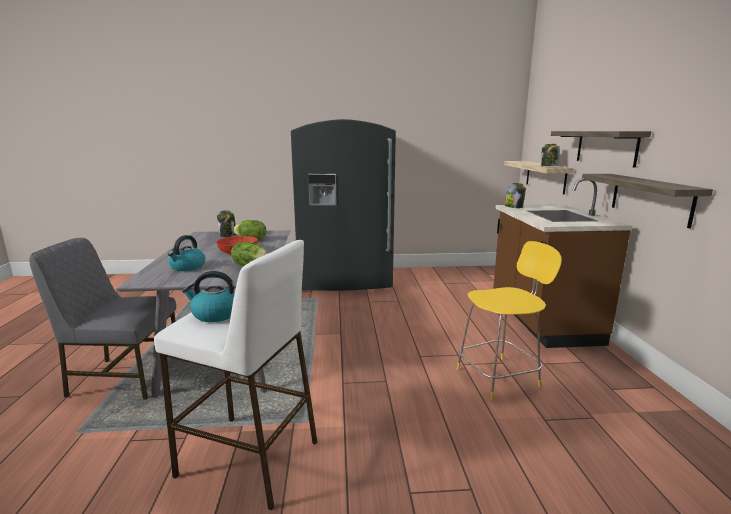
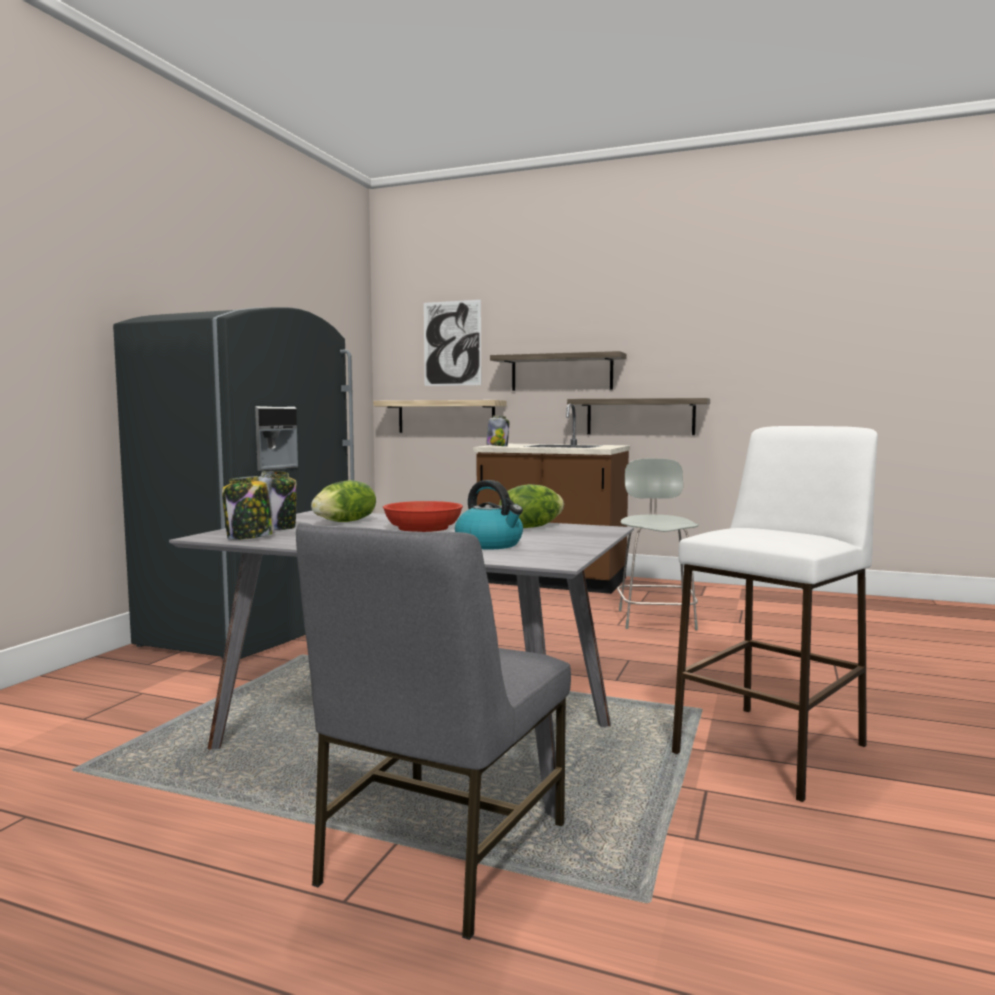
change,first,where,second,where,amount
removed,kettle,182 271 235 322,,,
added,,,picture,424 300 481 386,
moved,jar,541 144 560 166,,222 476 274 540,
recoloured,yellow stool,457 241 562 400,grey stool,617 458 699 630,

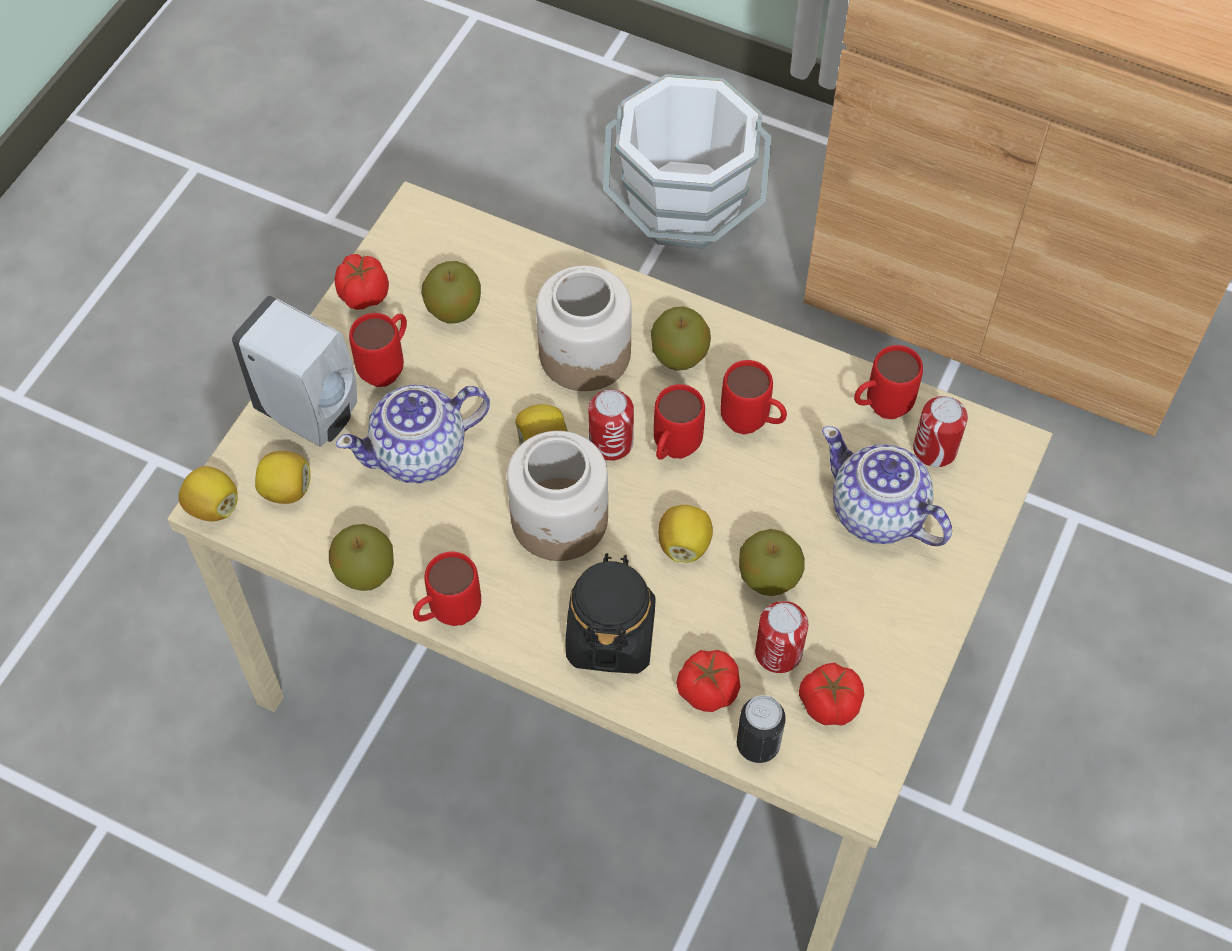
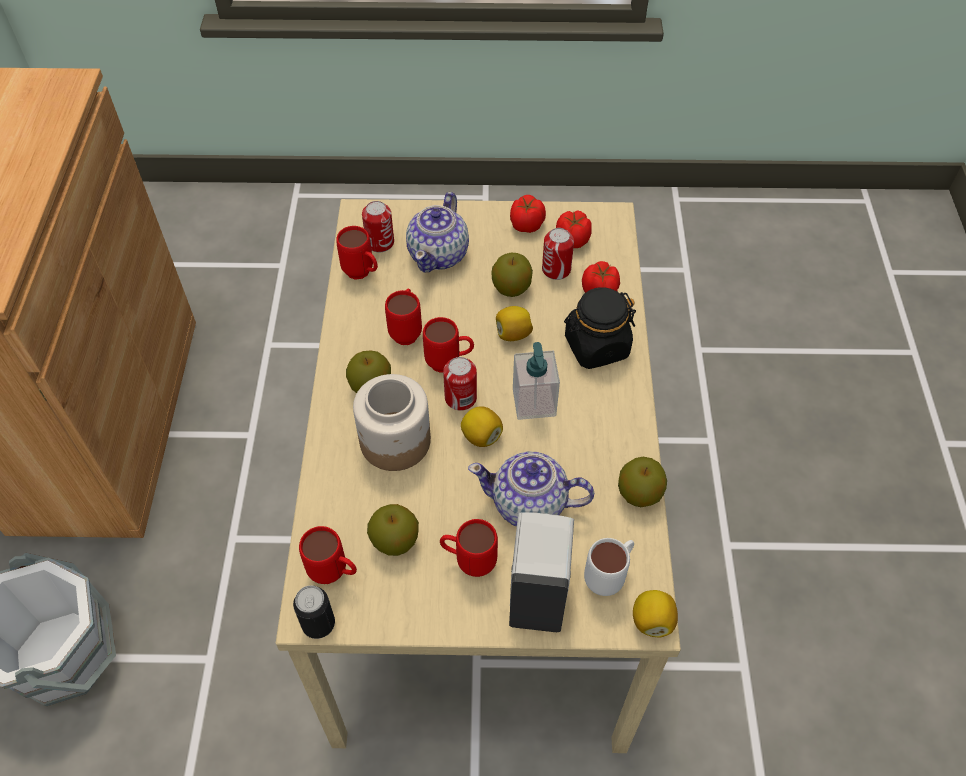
change,first,where,second,where,amount
moved,tomato,335 254 389 310,,510 195 546 233,
moved,red mug,413 552 481 626,,299 526 357 584,
moved,can,737 695 786 763,,293 585 335 639,
replaced,lemon,255 451 310 504,white mug,584 538 634 596,
replaced,jar,507 431 608 561,soap dispenser,513 342 560 420,
turned,teapot,336 384 490 483,,468 451 594 527,150 degrees clockwise

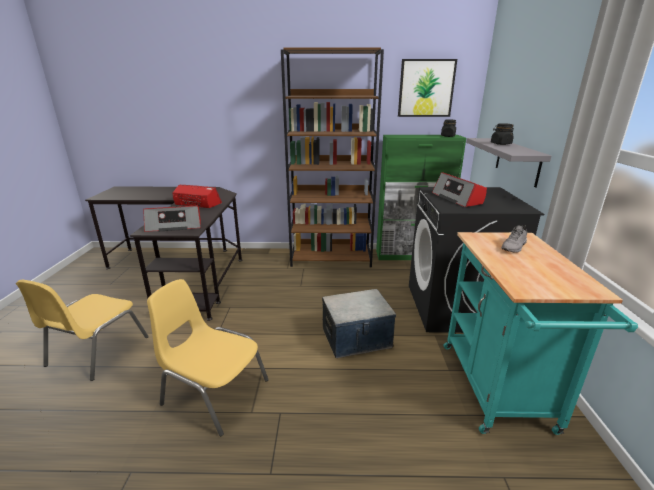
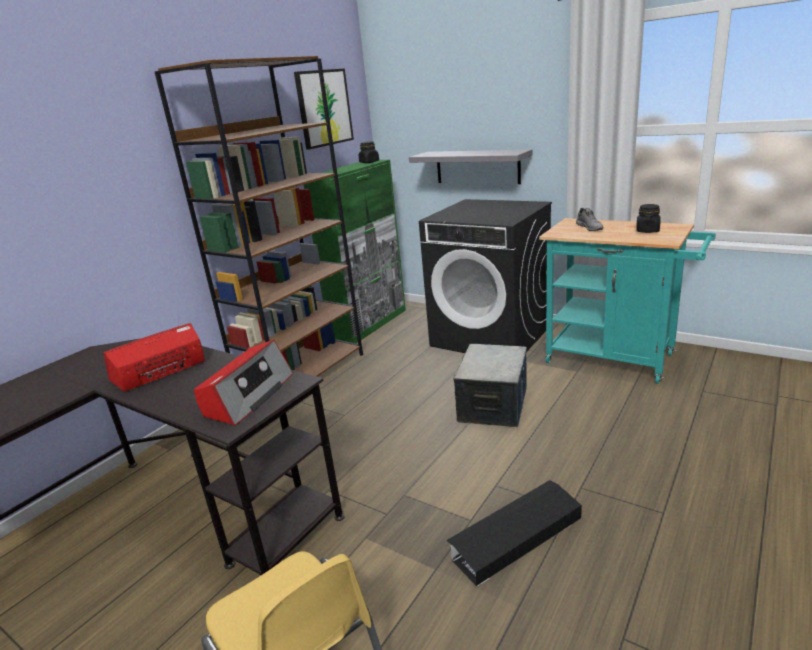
change,first,where,second,where,amount
removed,radio,432 172 487 207,,,
moved,black jar,491 123 514 145,,636 204 661 233,
replaced,yellow chair,147 279 269 436,black storage box,446 480 582 586,

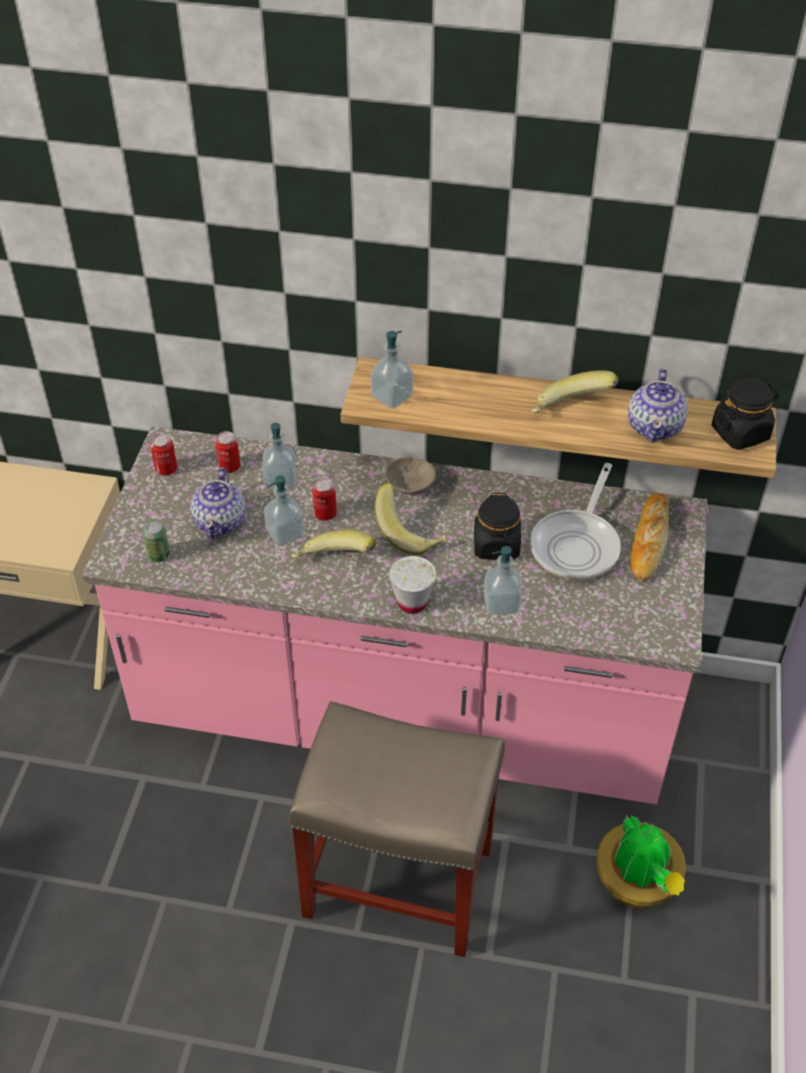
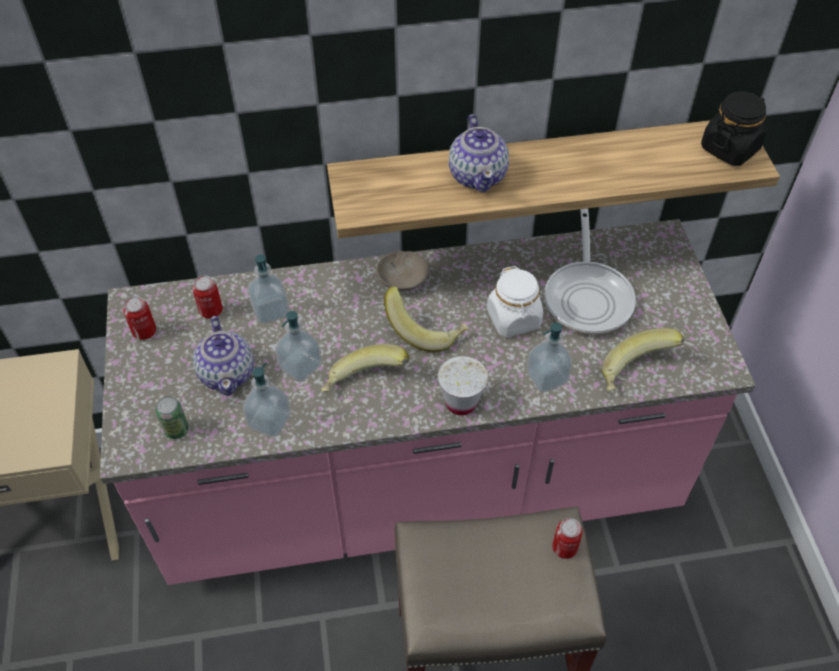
change,first,where,second,where,amount
removed,potted plant,596 815 686 908,,,
removed,bread,630 493 669 581,,,
moved,can,312 478 337 521,,552 518 583 559,
moved,soap dispenser,371 331 413 409,,243 363 291 437,
moved,banana,532 370 619 413,,601 328 684 391,
moved,teapot,628 368 688 442,,449 114 509 192,
recoloured,black jar,474 493 521 560,white jar,487 266 543 337,

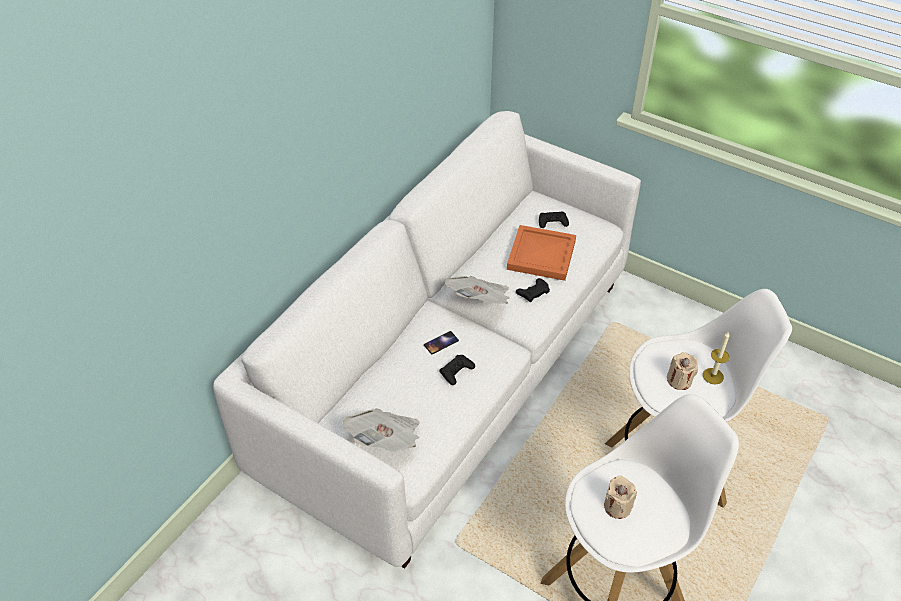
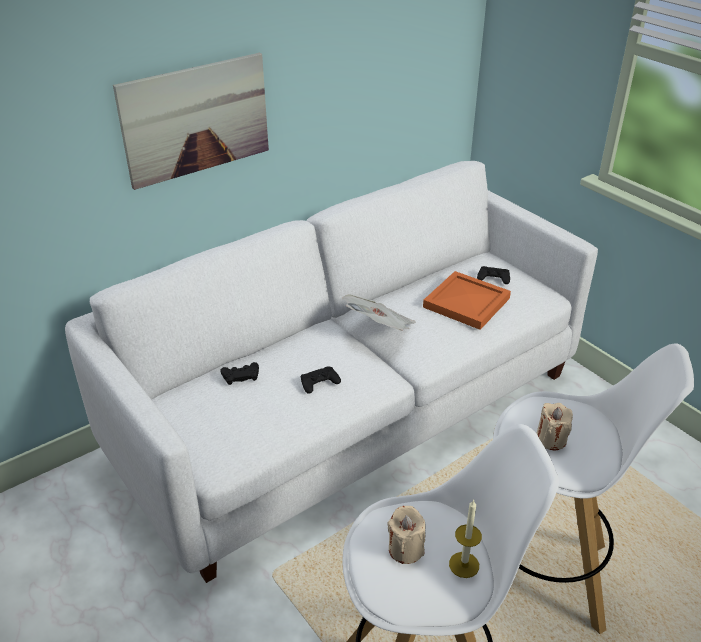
change,first,where,second,where,amount
removed,newspaper,343 408 419 452,,,
removed,phone,424 331 459 354,,,
added,,,picture,113 53 269 190,
moved,black game controller,516 278 550 302,,220 362 259 385,
moved,candle,703 332 729 385,,449 500 482 578,

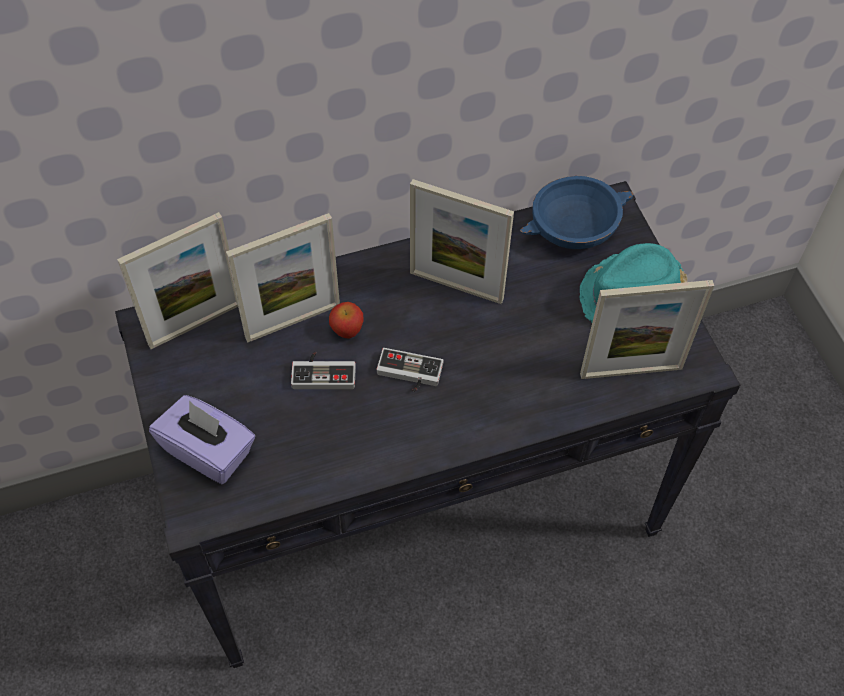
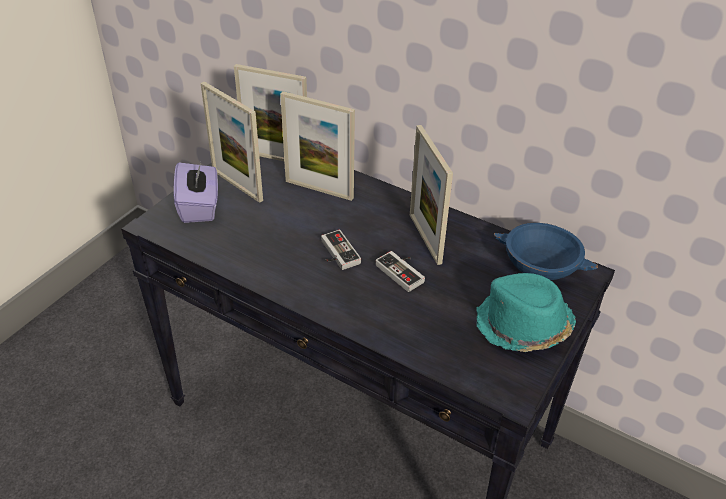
change,first,where,second,where,amount
removed,apple,329 302 363 338,,,
moved,game controller,291 352 356 389,,376 251 425 292,
moved,picture frame,580 280 714 379,,201 81 263 203,

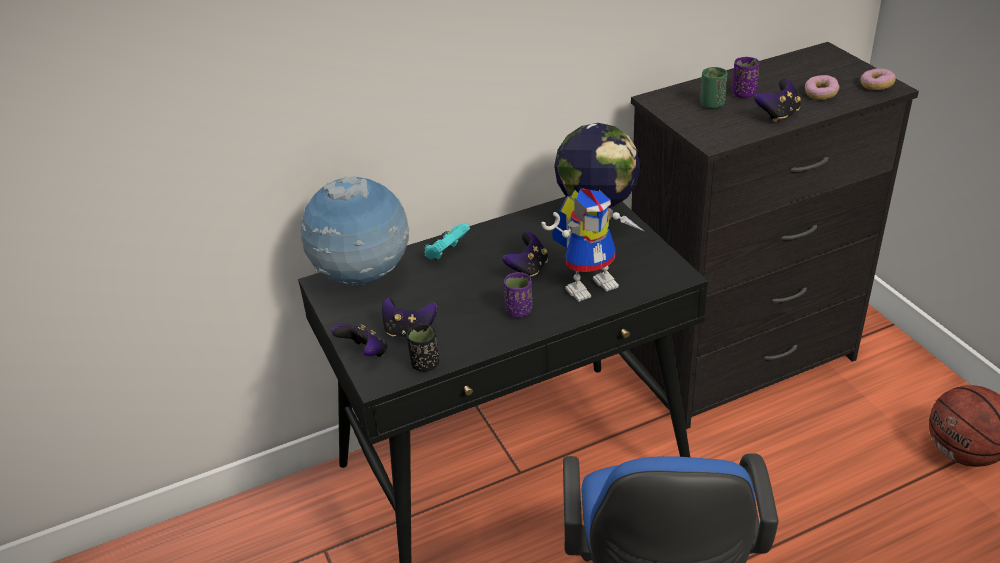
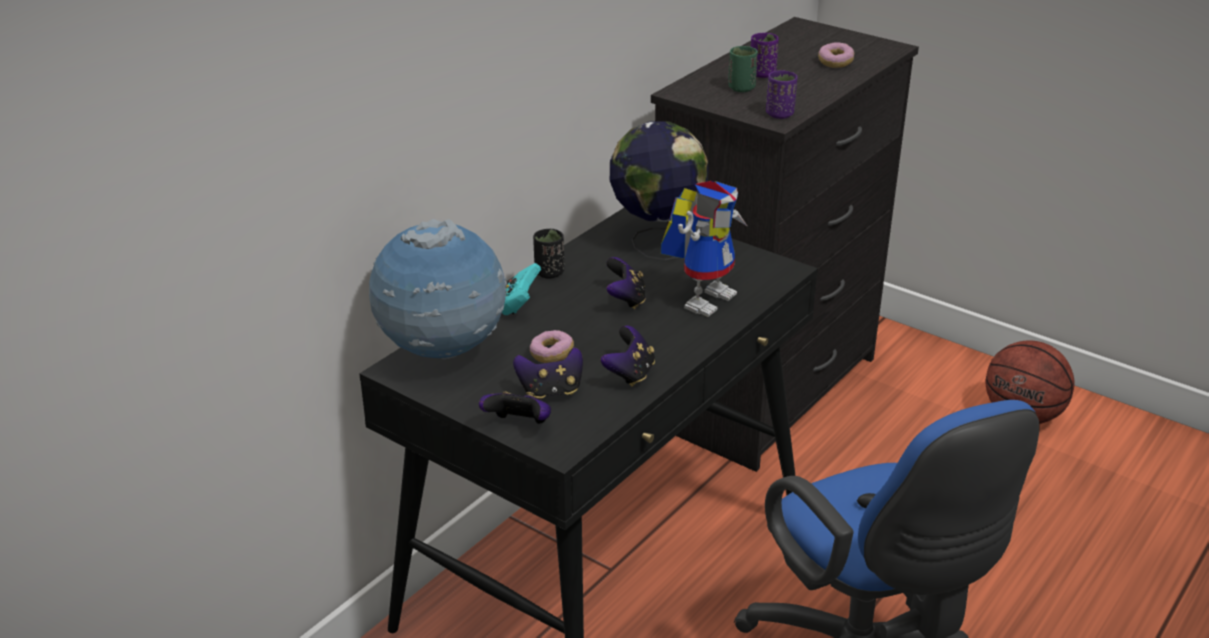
change,first,where,second,where,amount
moved,black cup,407 324 439 372,,533 229 564 278,
moved,purple cup,504 272 532 318,,766 70 797 119,
moved,game controller,754 79 801 122,,601 326 655 387,
moved,donut,860 69 896 90,,530 330 574 363,

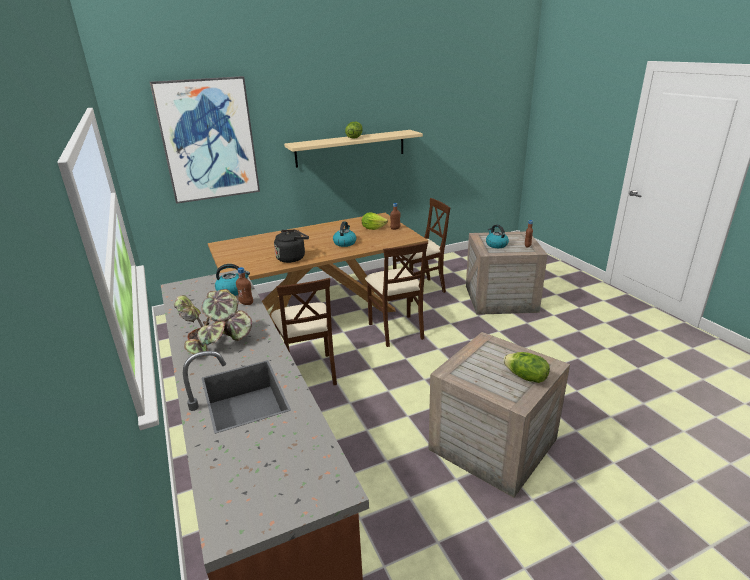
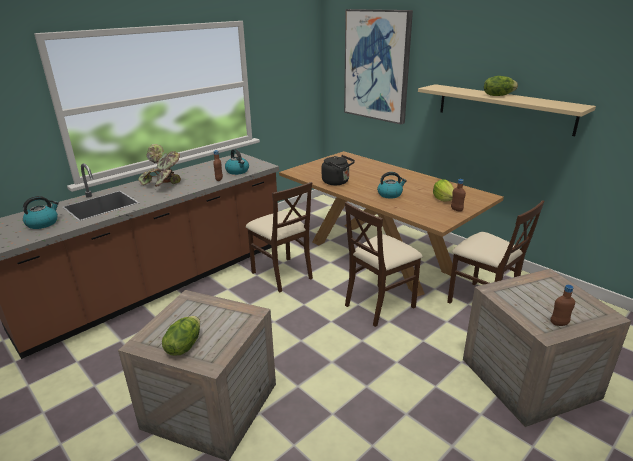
change,first,where,second,where,amount
moved,kettle,486 224 509 248,,23 196 59 229,
turned,beige chair,271 278 337 385,,246 182 313 292,90 degrees counterclockwise

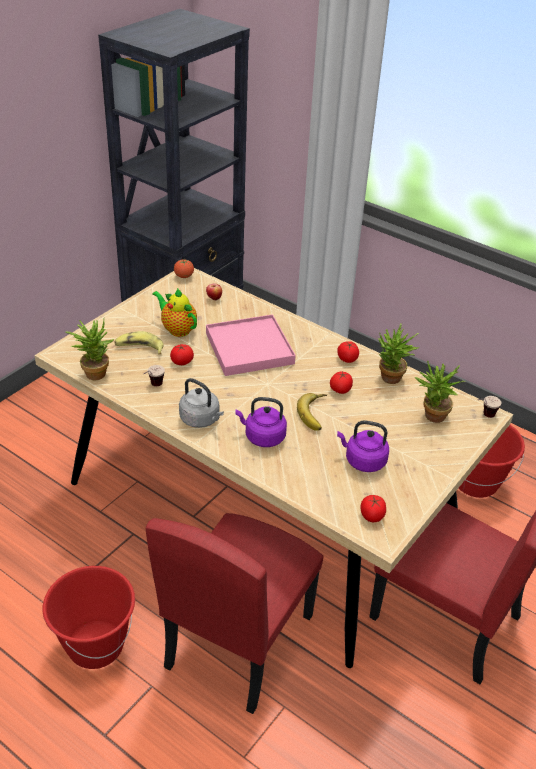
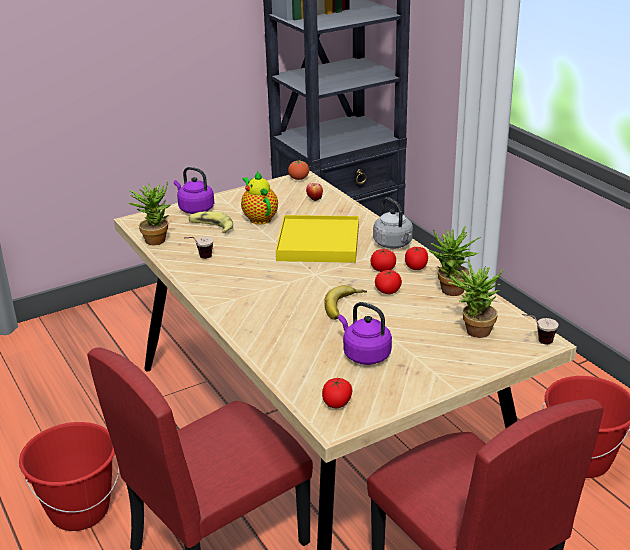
change,first,where,second,where,amount
moved,tomato,170 344 194 365,,371 249 396 272,
moved,grey kettle,179 378 224 428,,373 197 413 249,
moved,purple kettle,235 397 287 447,,174 167 214 214,
recoloured,pink tray,206 314 296 376,yellow tray,276 215 359 263,

